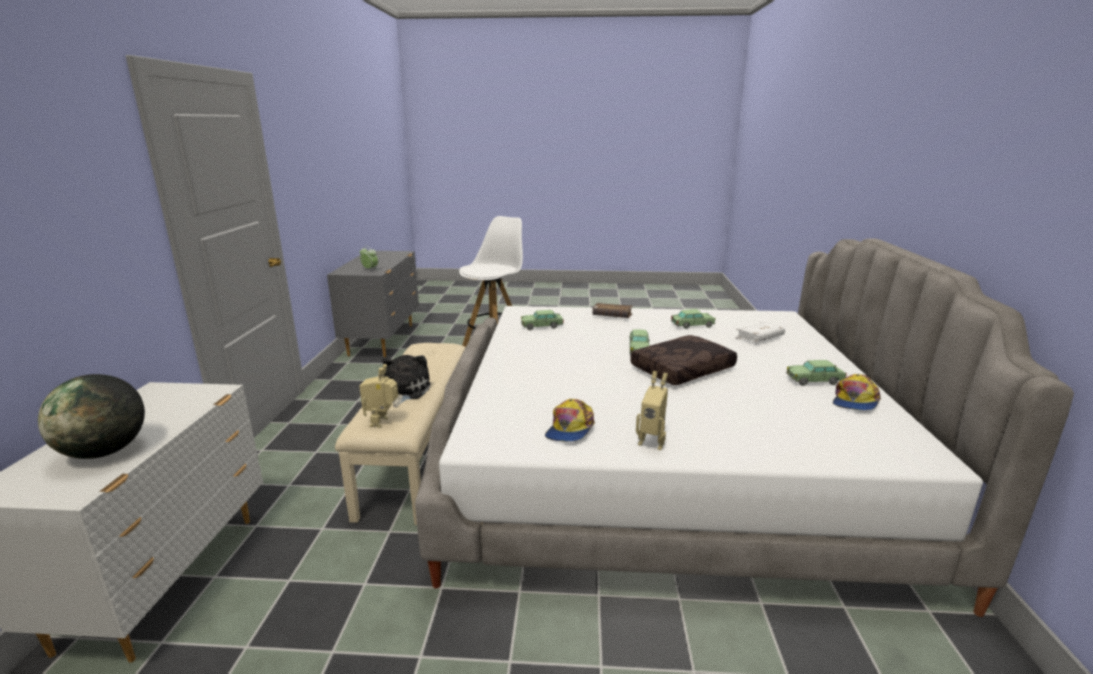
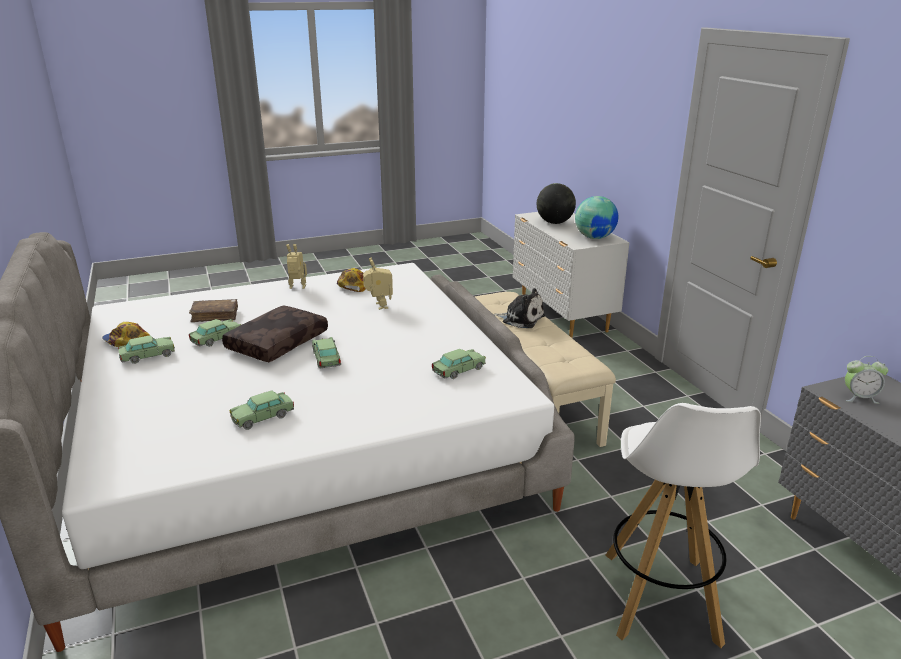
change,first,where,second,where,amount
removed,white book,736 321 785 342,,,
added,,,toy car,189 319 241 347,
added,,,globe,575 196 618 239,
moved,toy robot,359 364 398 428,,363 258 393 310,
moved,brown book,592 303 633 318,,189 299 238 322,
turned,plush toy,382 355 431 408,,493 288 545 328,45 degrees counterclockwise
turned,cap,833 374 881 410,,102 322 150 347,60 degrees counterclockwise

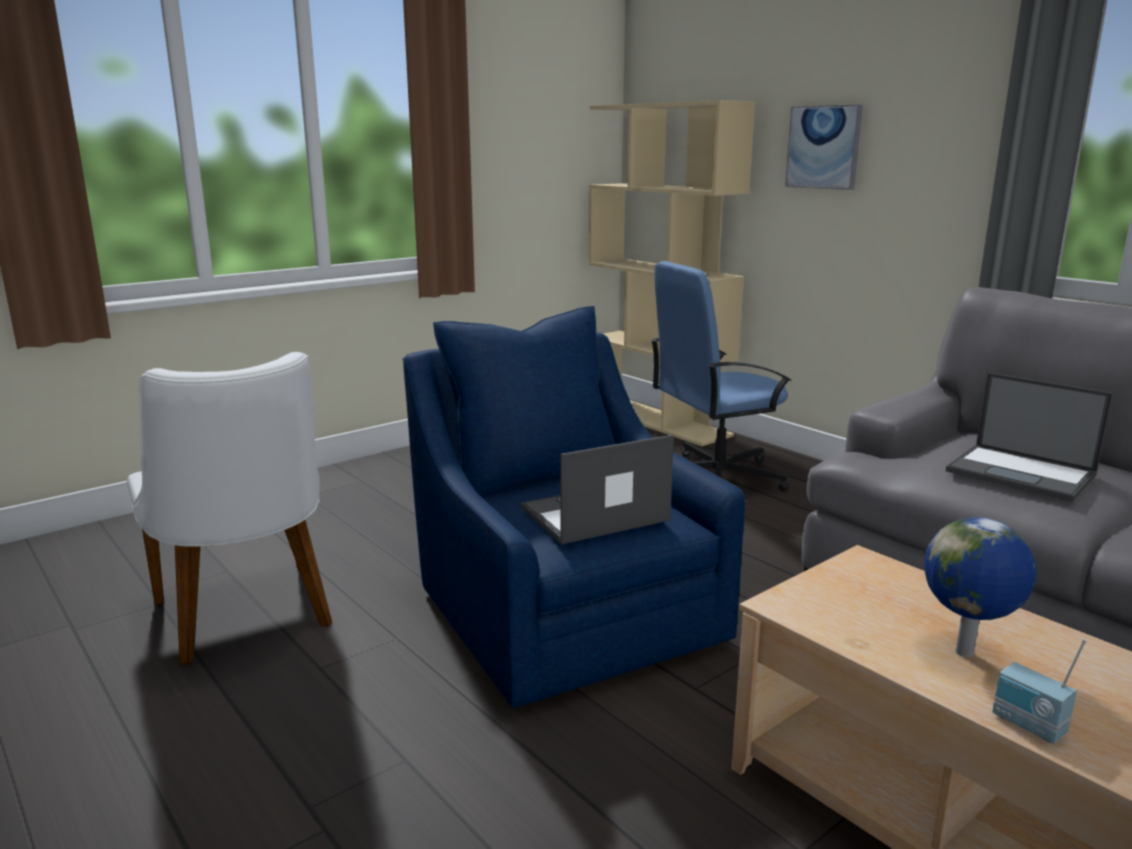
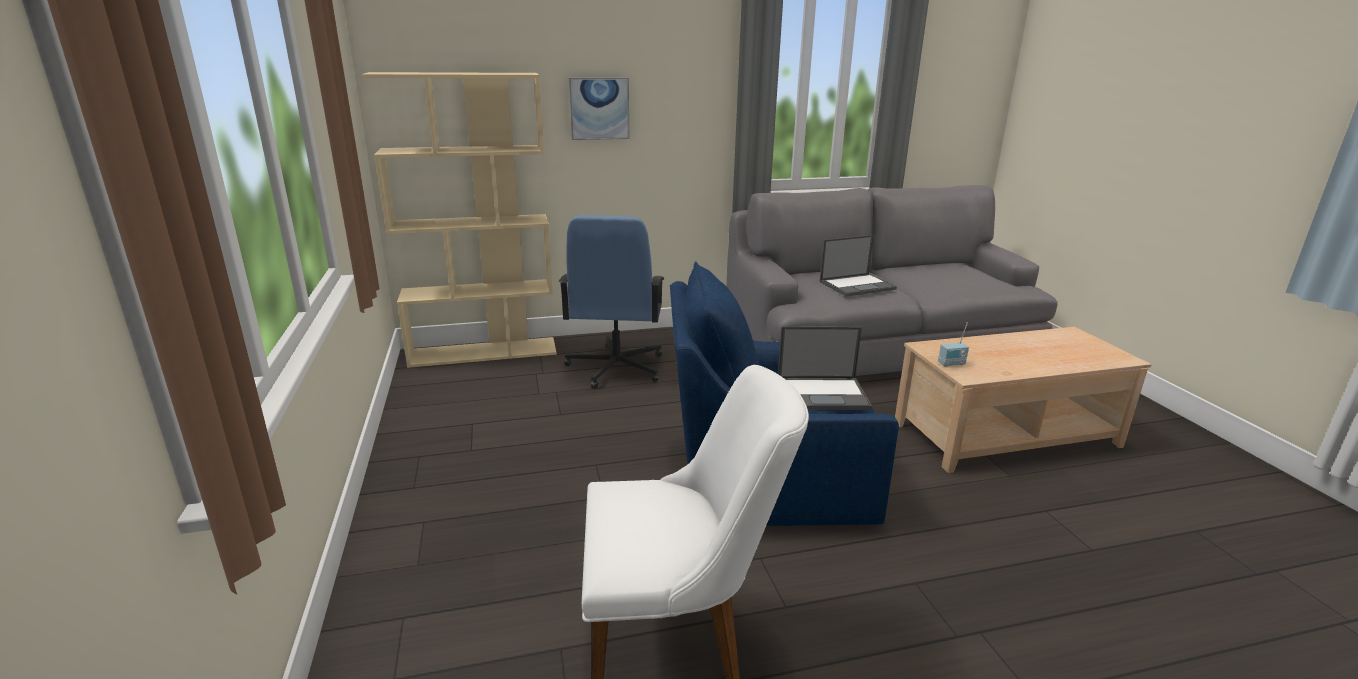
change,first,where,second,where,amount
removed,globe,924 517 1036 657,,,
moved,radio,992 639 1087 744,,938 322 969 367,
turned,laptop,521 435 674 544,,778 326 872 410,90 degrees counterclockwise

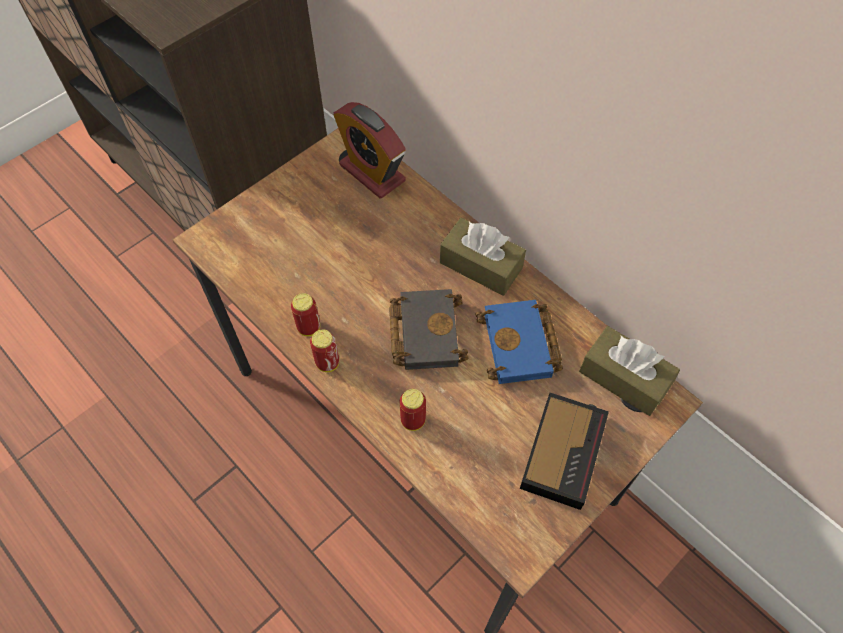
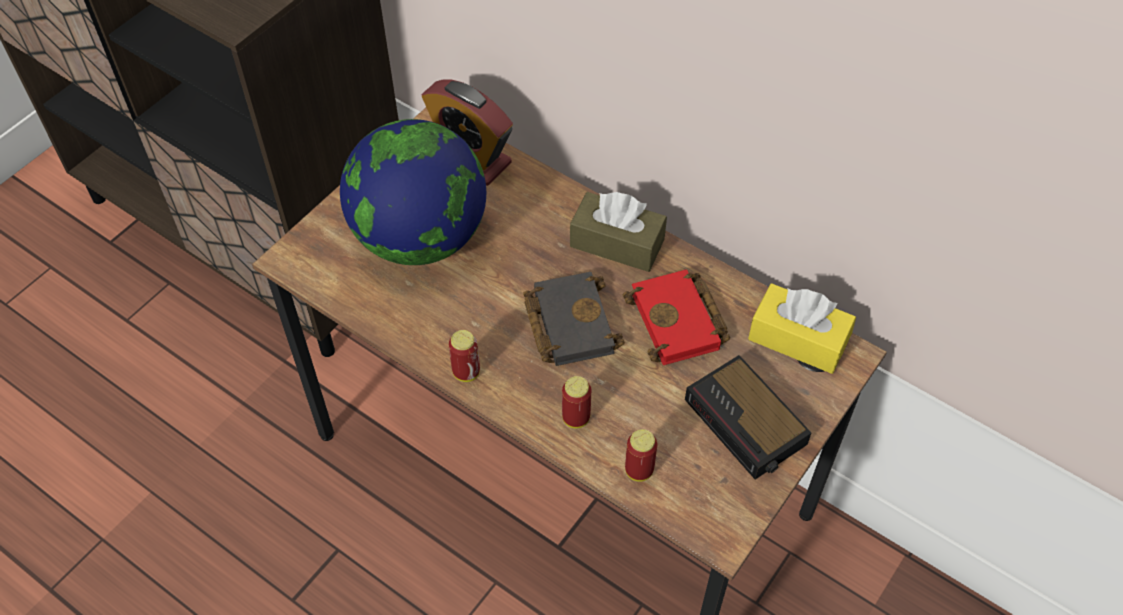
change,first,where,second,where,amount
added,,,globe,340 119 486 265,
moved,can,291 293 320 336,,625 429 657 482,
recoloured,blue book,475 300 563 384,red book,623 270 730 365,
recoloured,brown tissue box,579 326 680 416,yellow tissue box,748 283 856 374,
turned,alarm clock,520 393 609 510,,685 355 811 479,135 degrees clockwise

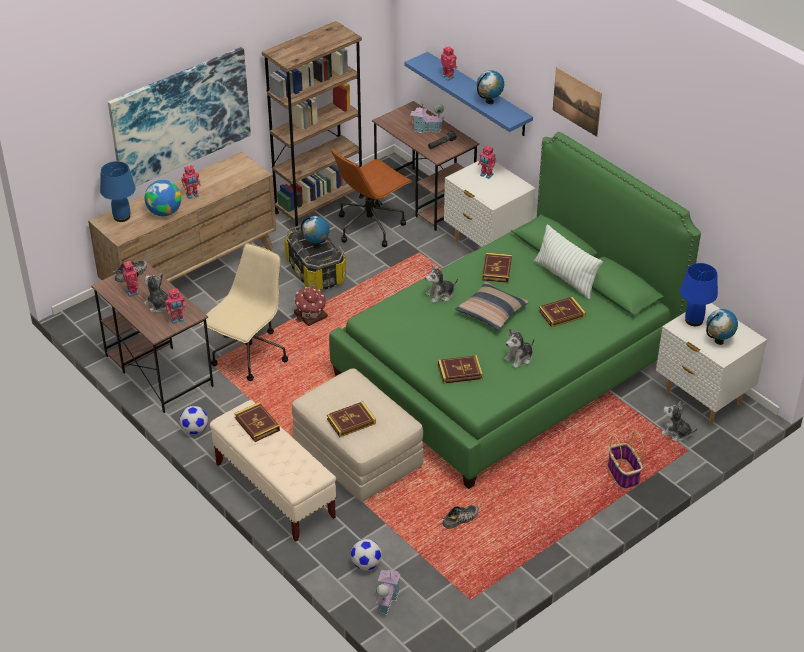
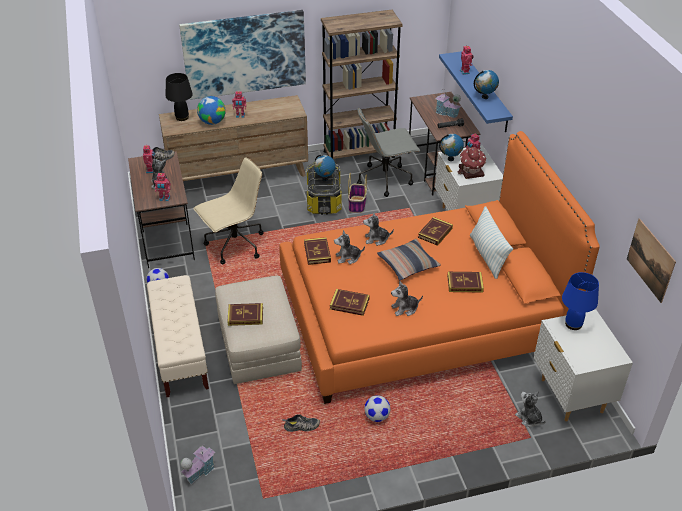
change,first,where,second,where,amount
added,,,plush toy,334 230 365 264,
moved,book,234 403 280 442,,304 237 331 265,
moved,toy house,294 287 328 326,,458 147 486 179,
moved,football,351 539 382 570,,364 395 390 422,
moved,picture,553 67 602 137,,627 218 676 303,
moved,basket,608 431 644 489,,348 173 367 213,
moved,globe,706 309 738 345,,439 134 464 161,
recoloured,blue table lamp,100 161 135 222,black table lamp,166 73 193 121,
recoloured,green bed,329 132 701 489,orange bed,279 131 600 404,
recoloured,brown office chair,331 148 413 247,grey office chair,357 107 420 197,

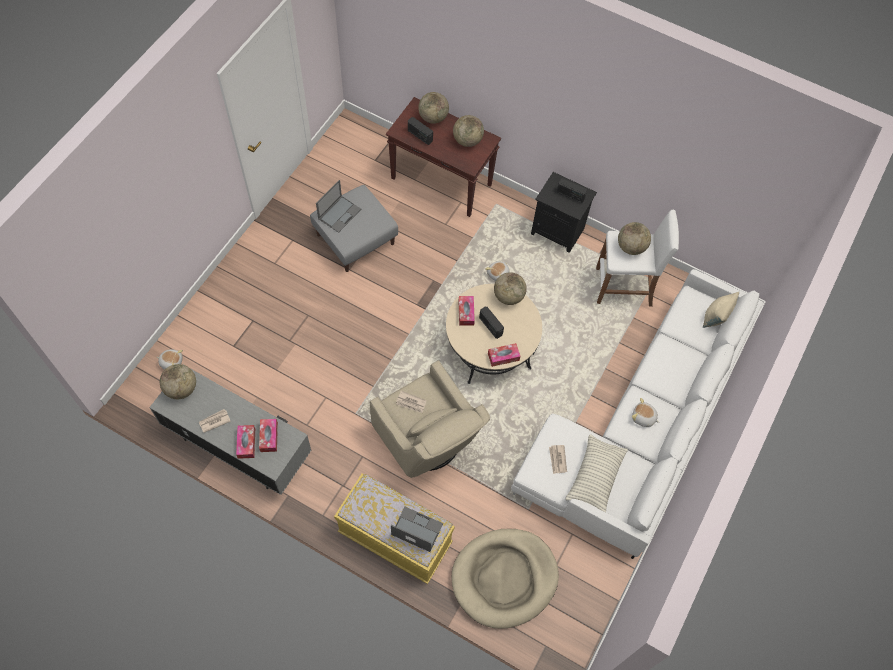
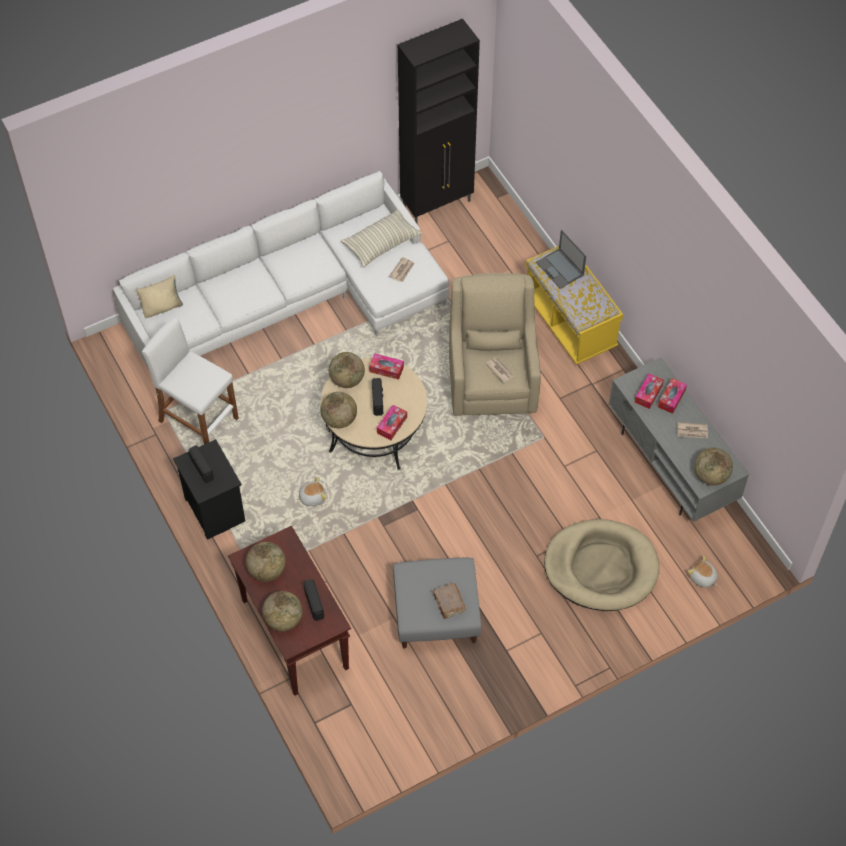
change,first,where,second,where,amount
removed,plush toy,632 398 660 427,,,
added,,,black cabinet,398 19 480 223,
moved,beige dog bed,451 529 559 629,,544 519 659 611,
moved,globe,618 222 651 255,,329 352 365 388,
replaced,laptop,316 180 361 233,brown book,433 583 466 619,

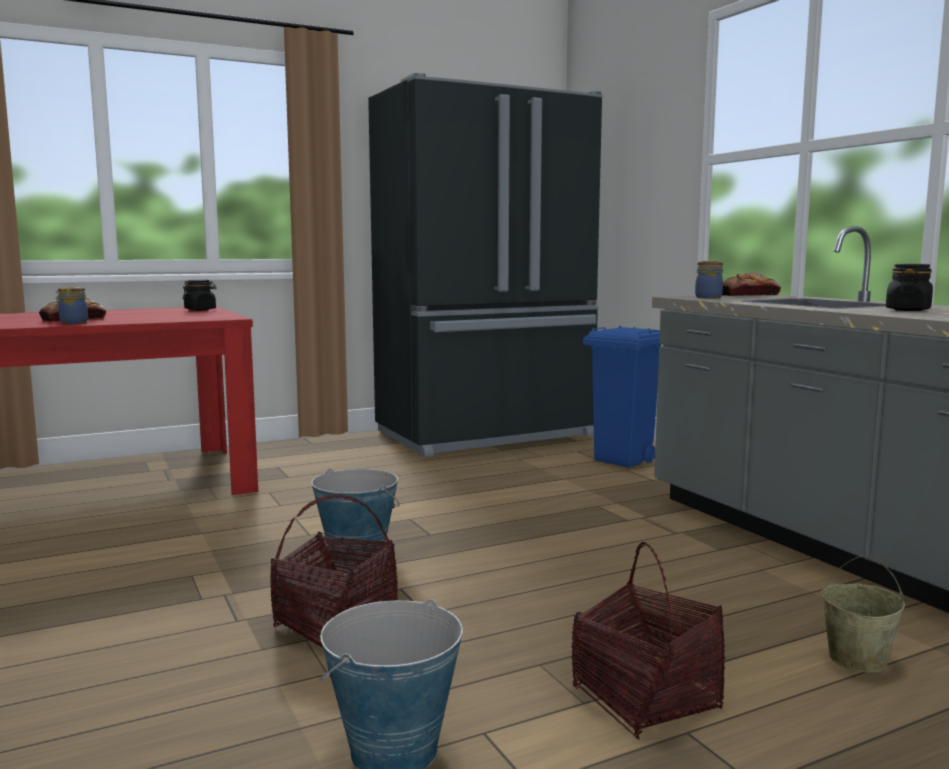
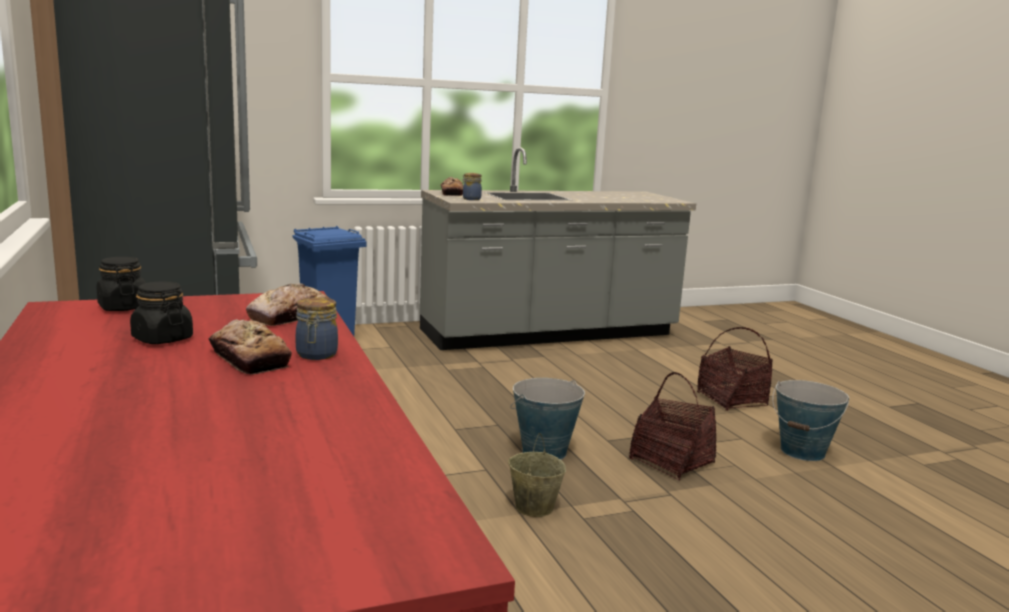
change,first,where,second,where,amount
added,,,bread,246 283 329 326,
moved,beige bucket,822 554 905 673,,508 433 566 517,
moved,black jar,886 264 933 311,,130 281 193 344,

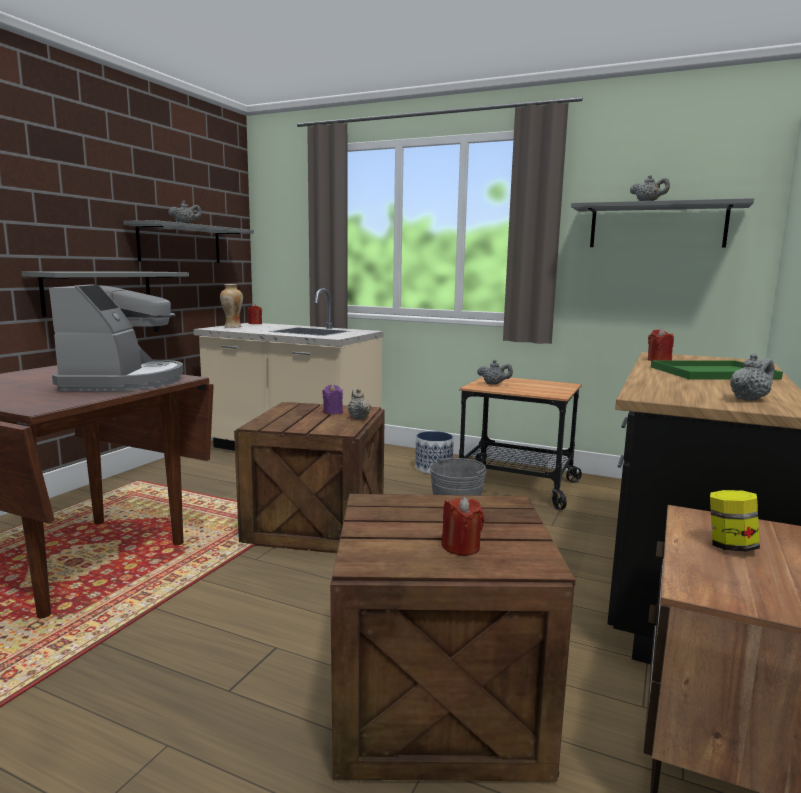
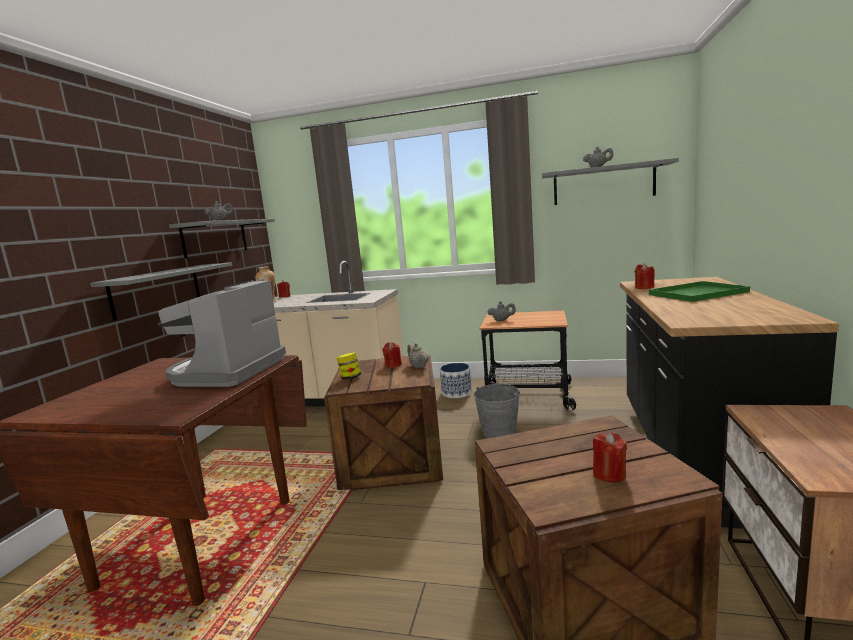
change,first,where,second,where,amount
removed,grey teapot,730 354 774 401,,,
moved,jar,710 490 760 552,,337 352 361 380,
recoloured,purple candle,322 384 343 415,red candle,382 342 402 368,
turned,coffee machine,49 284 183 391,,158 280 286 387,150 degrees counterclockwise

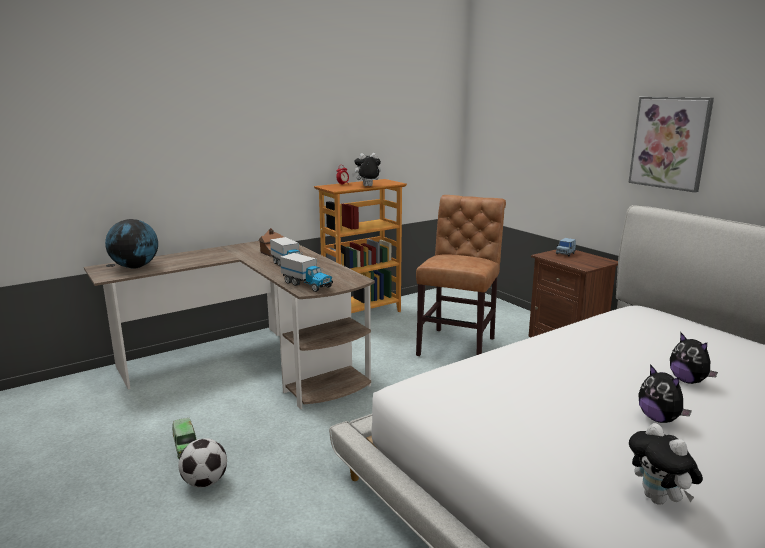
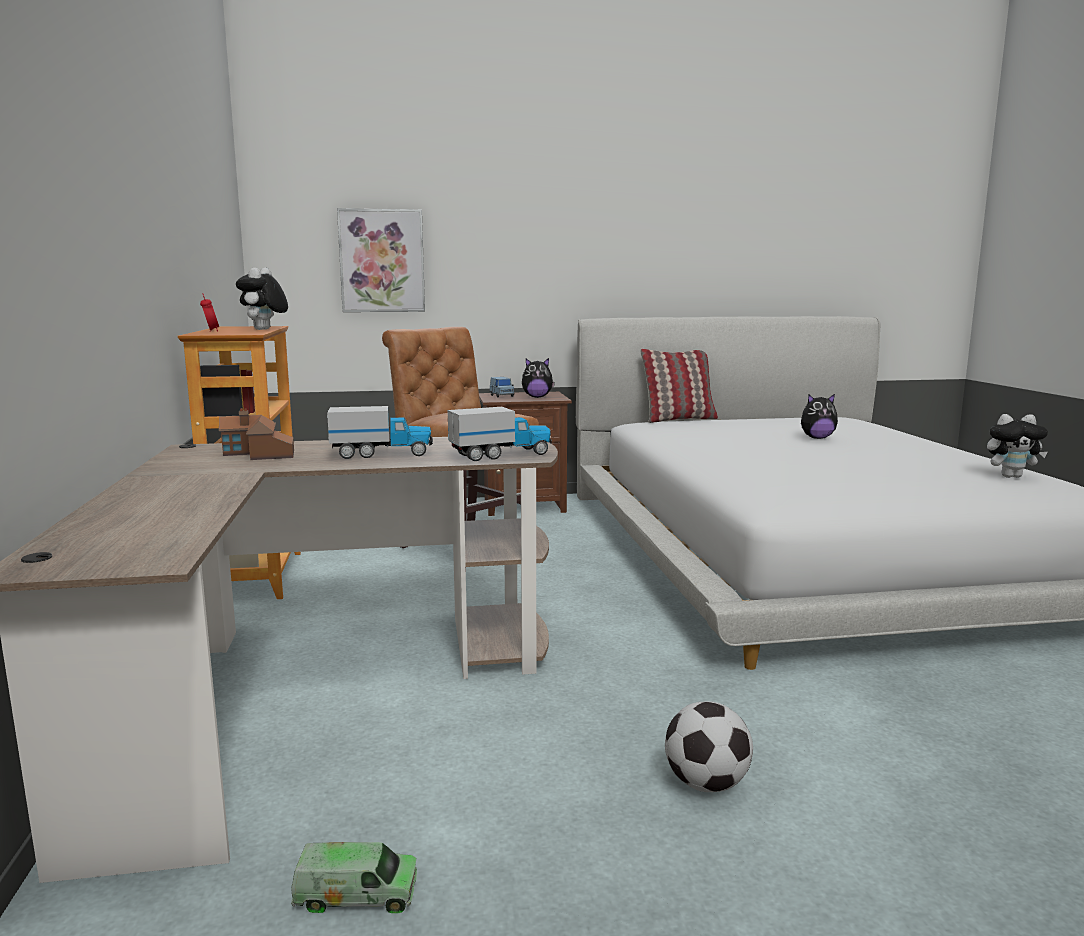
change,first,where,second,where,amount
removed,globe,105 219 158 269,,,
added,,,pillow,640 349 718 423,
moved,toy truck,172 418 197 458,,291 842 417 913,
moved,picture,628 97 714 192,,337 208 425 312,
moved,plush toy,639 364 692 423,,522 358 555 398,

